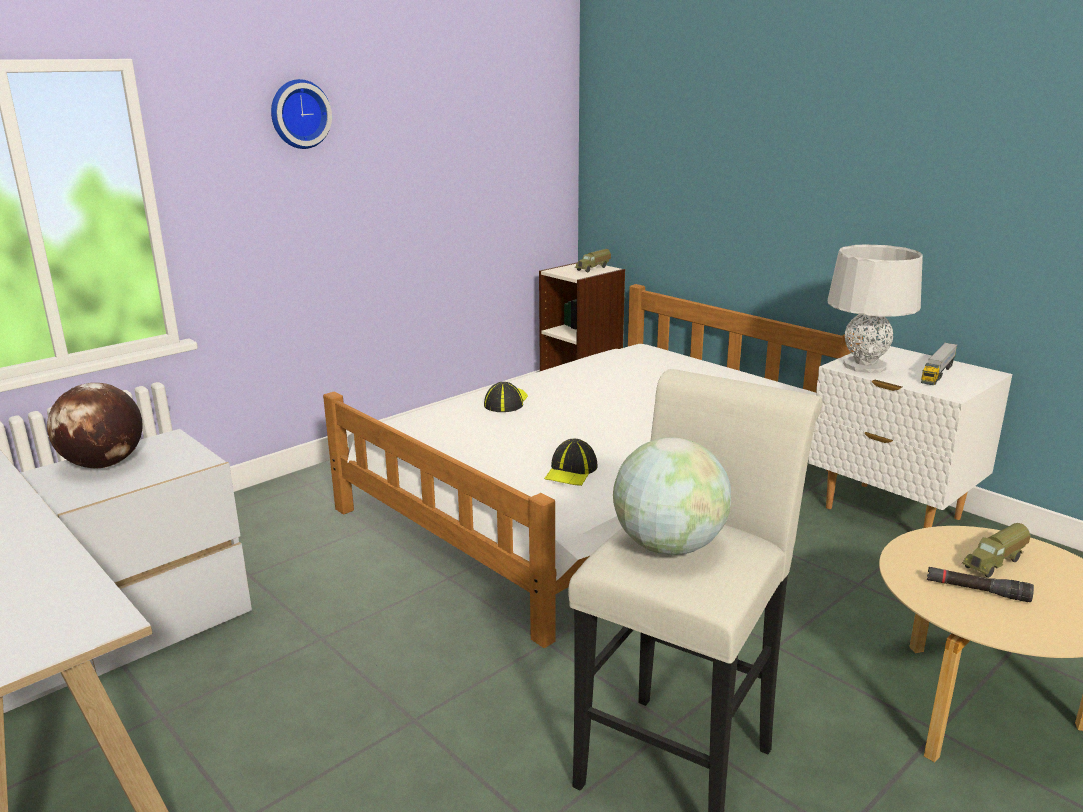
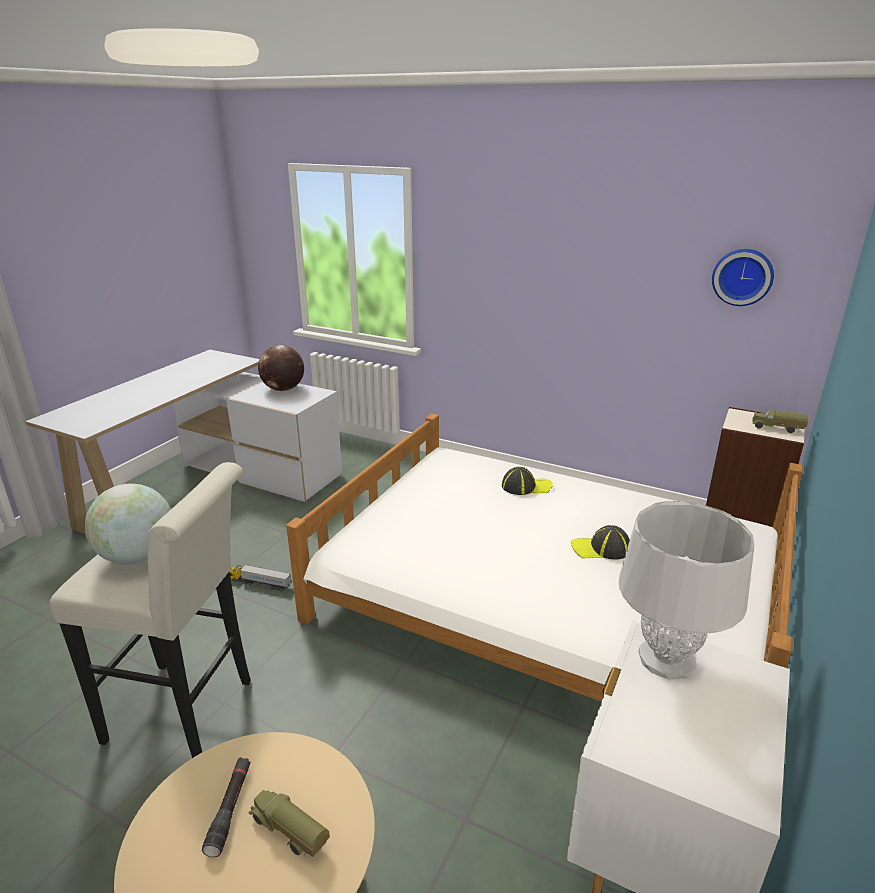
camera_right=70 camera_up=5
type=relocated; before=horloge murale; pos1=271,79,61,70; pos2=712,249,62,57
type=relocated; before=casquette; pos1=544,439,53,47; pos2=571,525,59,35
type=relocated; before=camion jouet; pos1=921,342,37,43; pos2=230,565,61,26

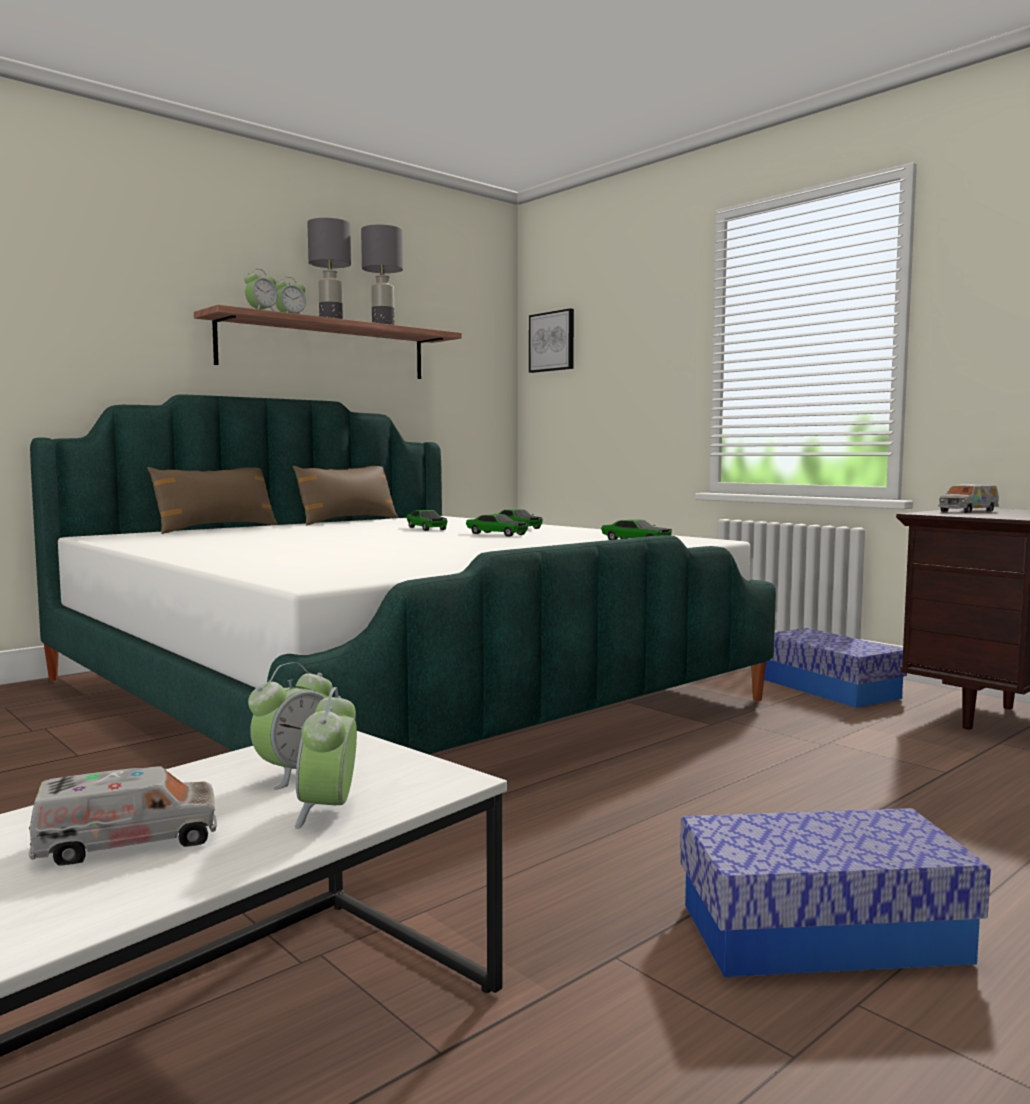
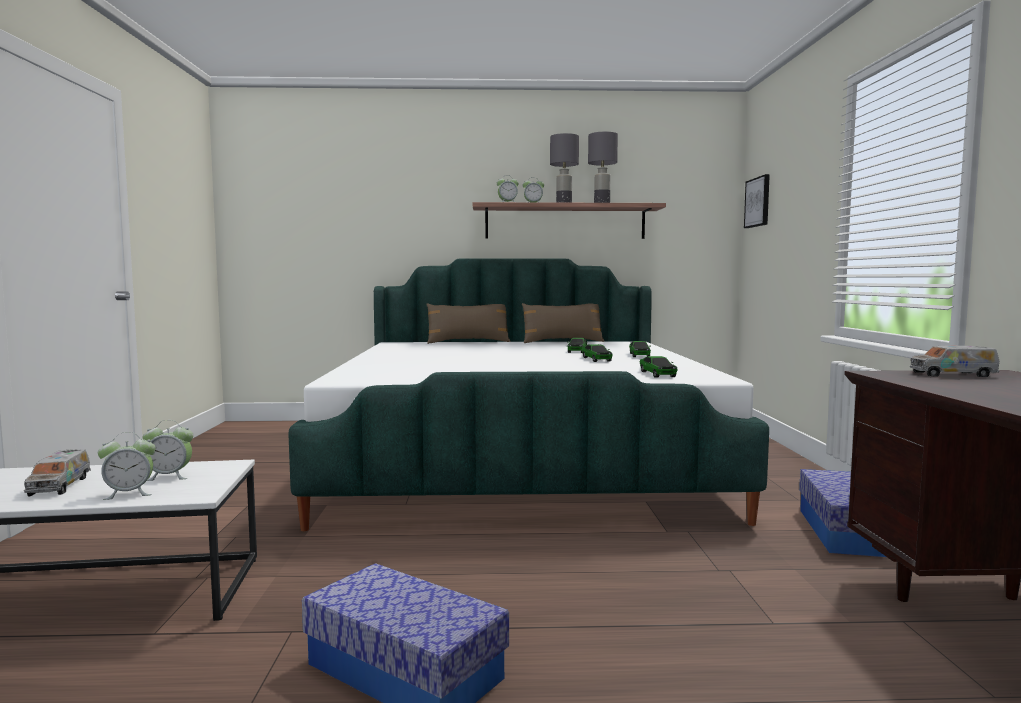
camera_right=40 camera_up=0
type=spun; before=camion jouet; pos1=29,766,188,99; pos2=24,449,67,48; turn=60
type=spun; before=réveil; pos1=295,687,62,142; pos2=98,432,58,68; turn=-150

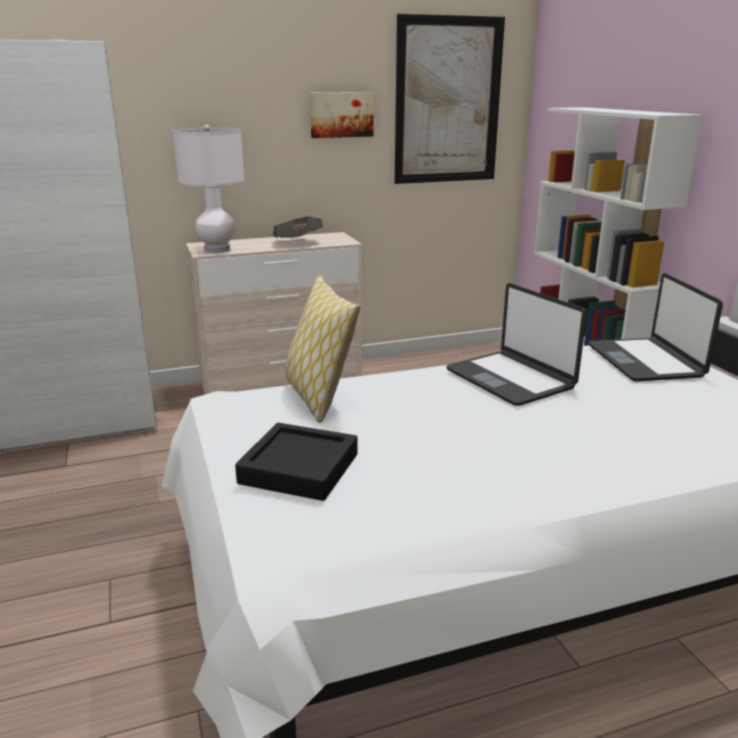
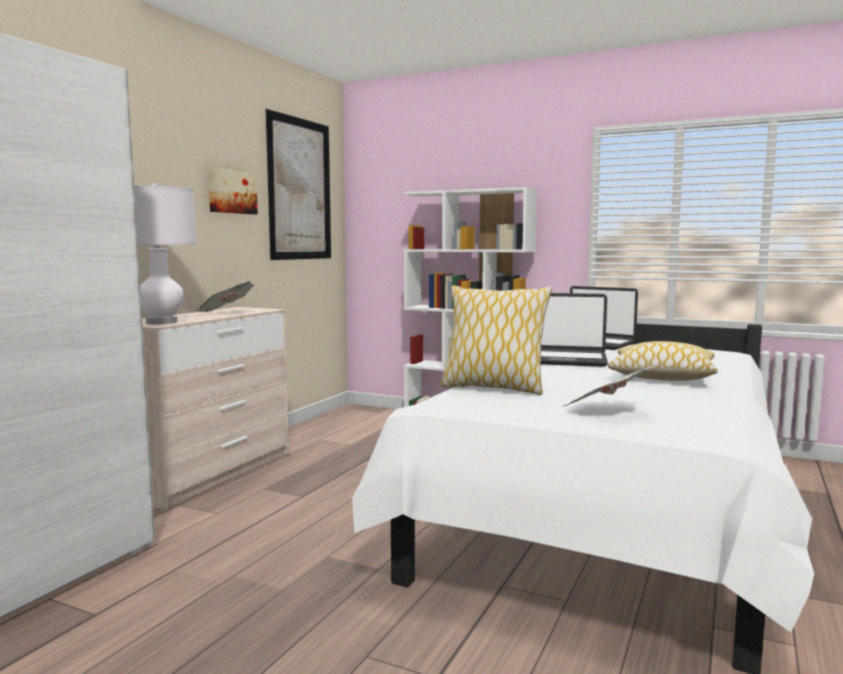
camera_right=-45 camera_up=-15
type=appeared; after=coussin; pos2=608,341,110,40
type=exchanged; before=plateau [noir]; after=journal; pos1=235,423,123,78; pos2=562,364,94,43

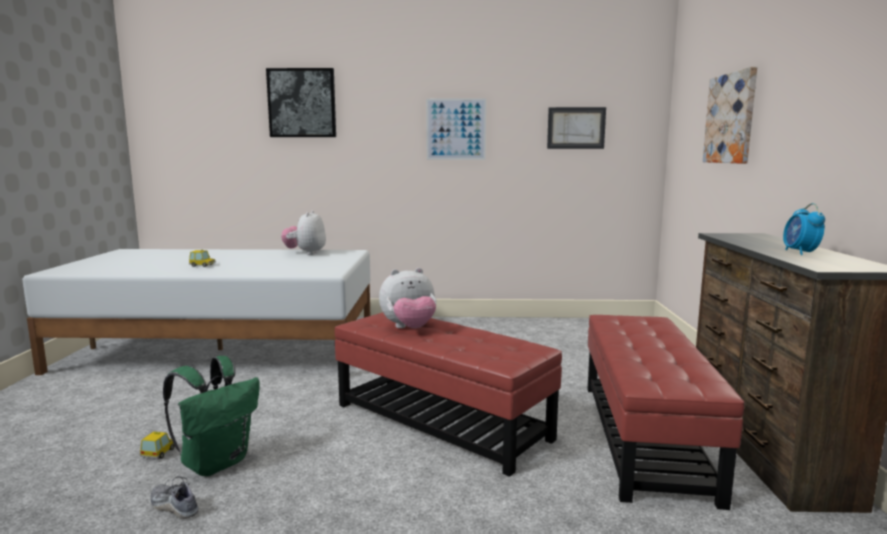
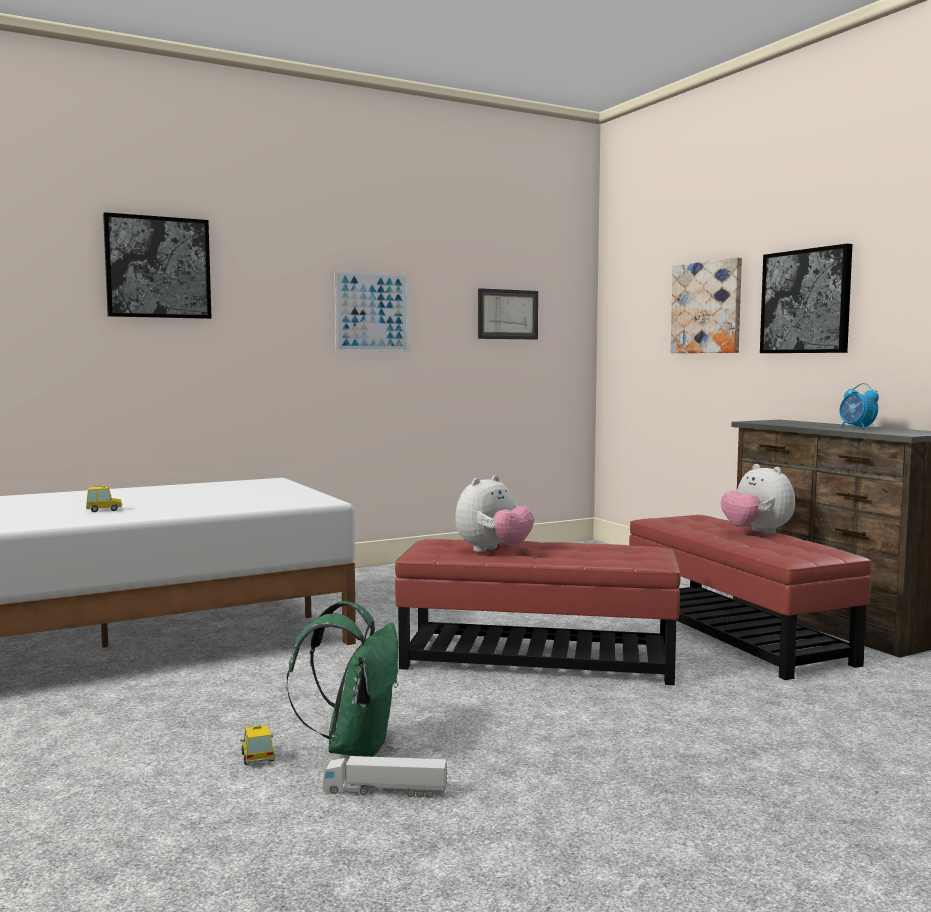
camera_right=-30 camera_up=-5
type=appeared; after=tableau; pos2=760,244,92,109
type=relocated; before=peluche; pos1=281,210,45,45; pos2=721,464,74,70
type=exchanged; before=chaussure; after=camion jouet; pos1=151,476,48,43; pos2=323,756,125,42

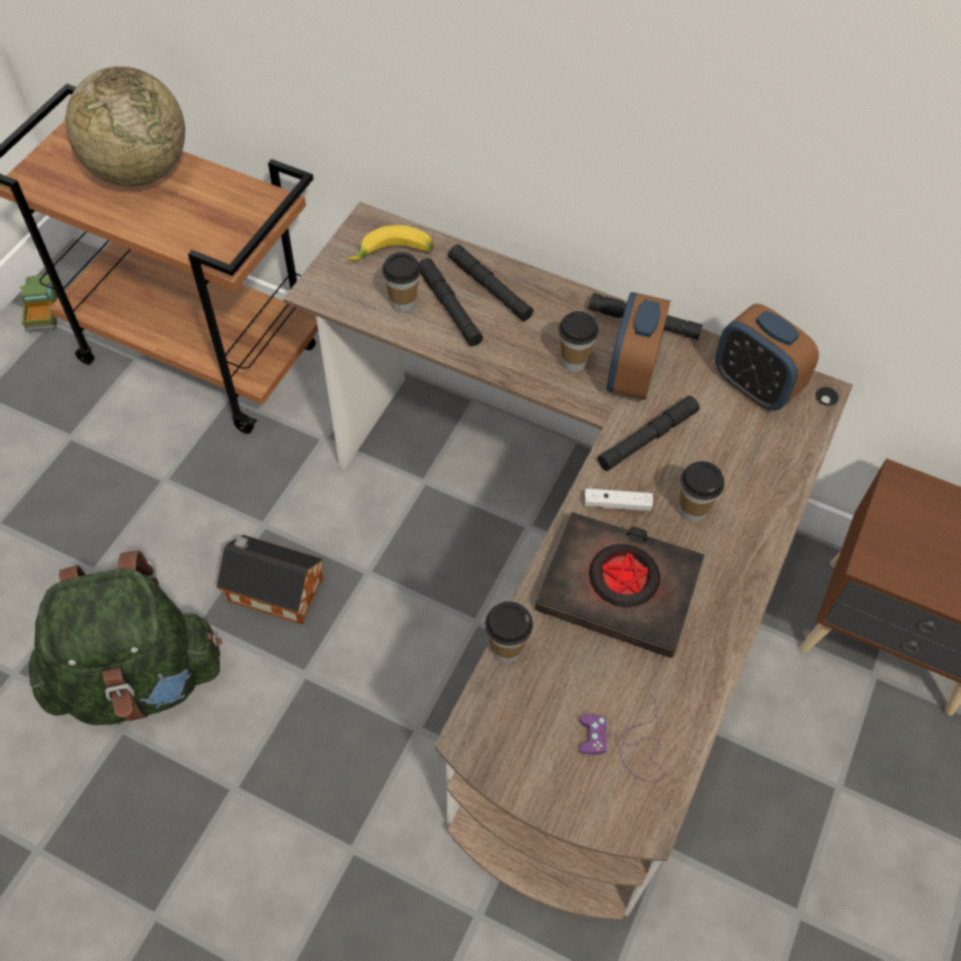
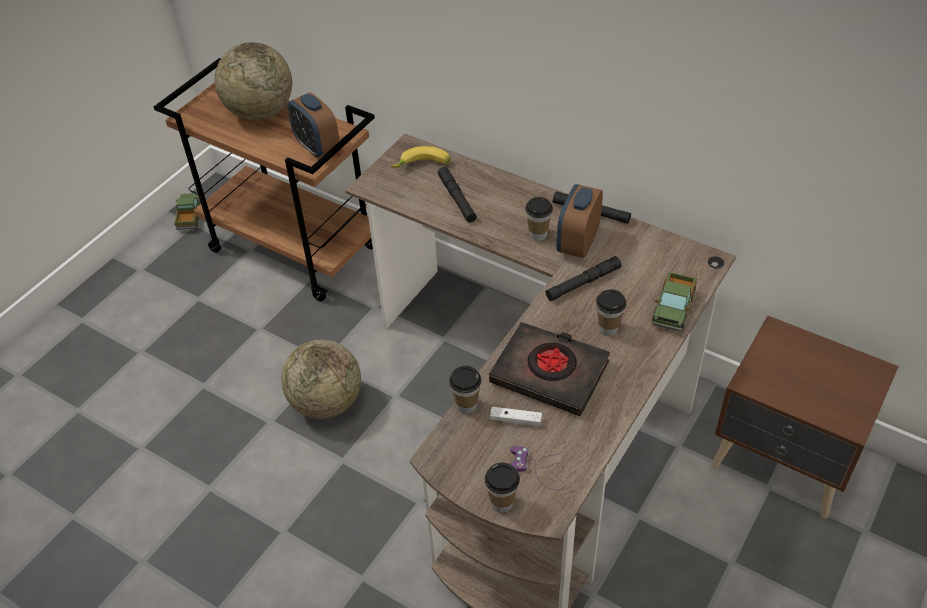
camera_right=10 camera_up=-10
type=missing; before=sac à dos [vert]; pos1=28,550,194,175
type=missing; before=lampe de poche [noir]; pos1=448,244,86,77
type=appeared; after=camion jouet; pos2=652,272,45,60
type=relocated; before=tasse; pos1=382,252,39,61; pos2=485,463,35,50
type=relocated; before=manette [blanc]; pos1=584,488,69,23; pos2=490,407,52,19
type=relocated; before=réveil; pos1=715,304,104,107; pos2=287,92,53,66
type=exchanged; before=maison miniature; after=globe; pos1=216,535,107,90; pos2=281,340,80,79

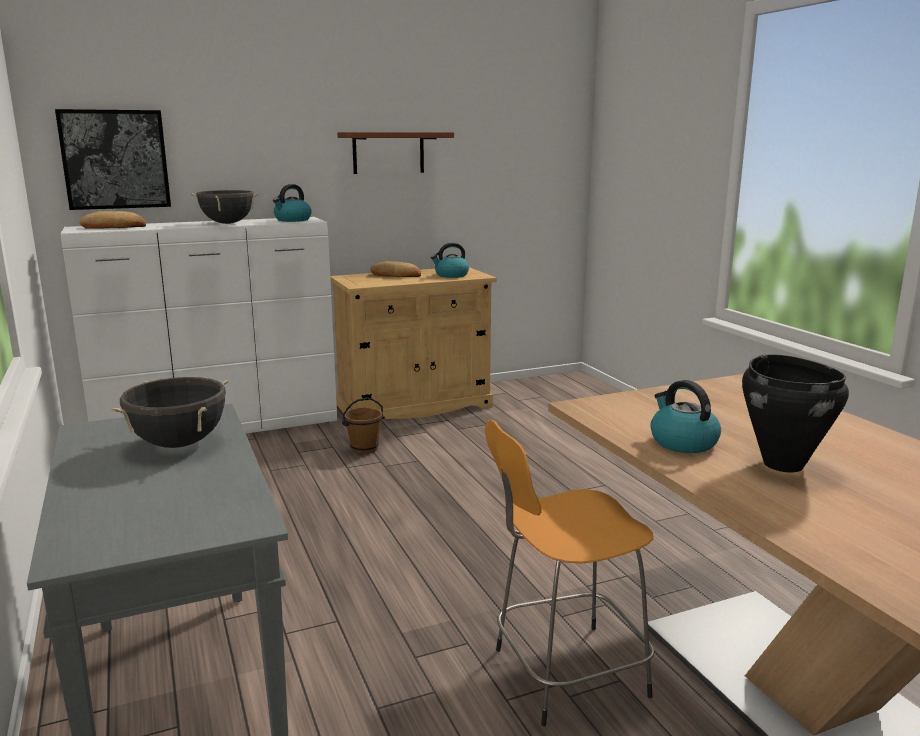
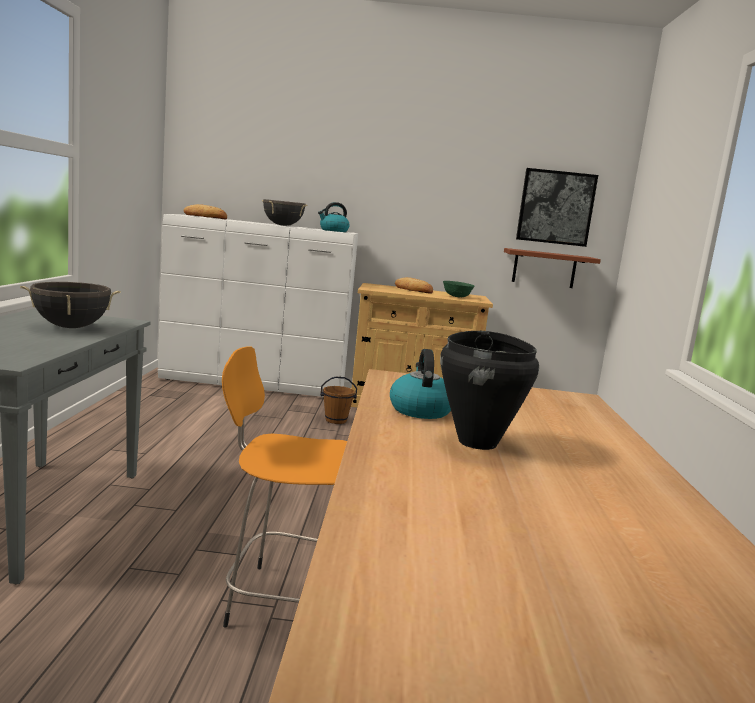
camera_right=25 camera_up=-5
type=relocated; before=tableau; pos1=55,109,116,101; pos2=516,168,82,79
type=relocated; before=étagère [marron]; pos1=337,132,117,42; pos2=504,248,97,40
type=exchanged; before=bouilloire; after=bol [vert]; pos1=431,243,38,35; pos2=443,281,32,16

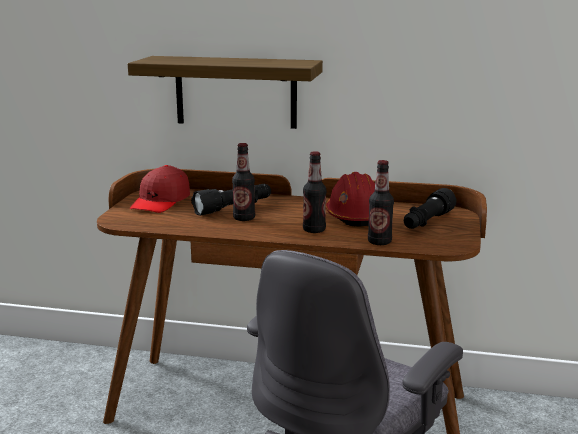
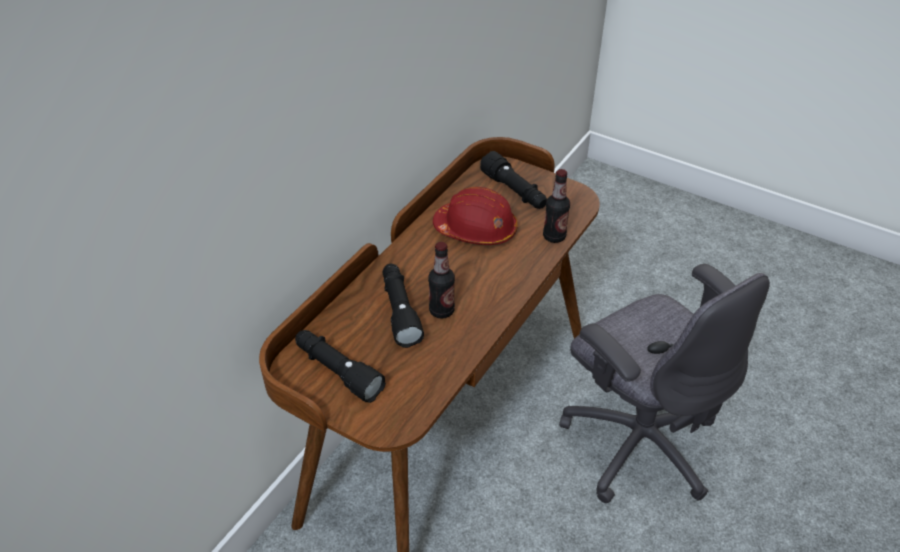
camera_right=-70 camera_up=25
type=missing; before=étagère; pos1=128,56,195,73
type=missing; before=bouteille; pos1=303,151,24,82
type=exchanged; before=casquette [rouge]; after=lampe de poche [noir]; pos1=130,165,60,48; pos2=295,330,91,73

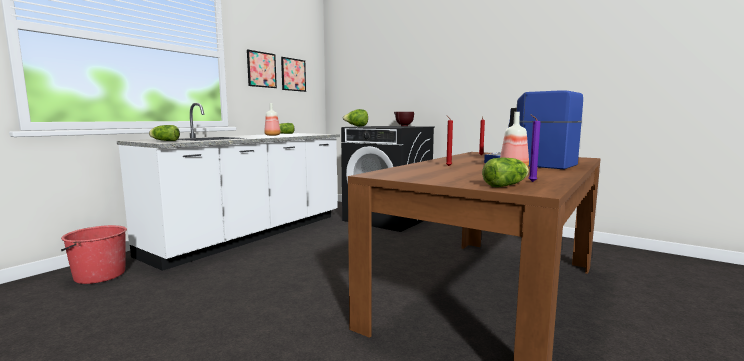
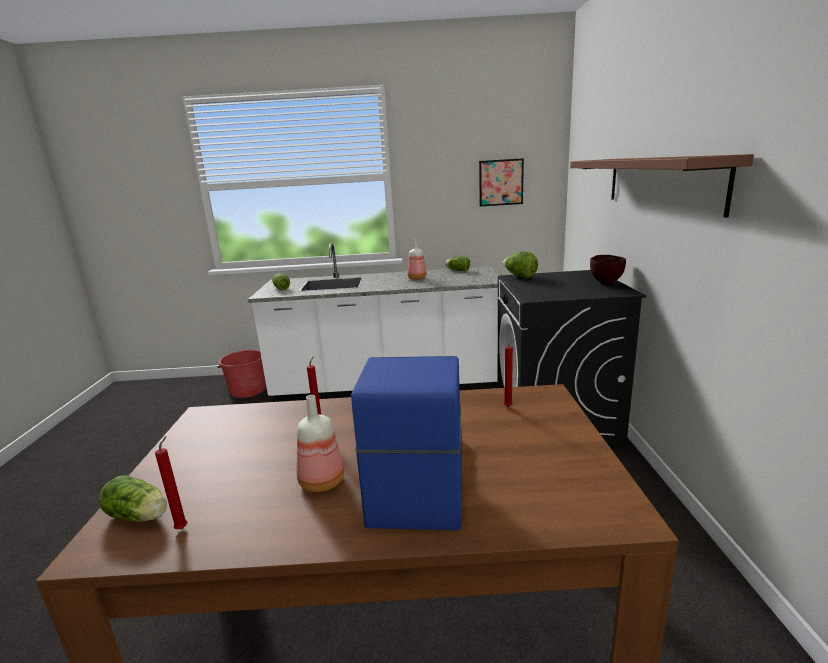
camera_right=55 camera_up=10
type=missing; before=tableau; pos1=247,50,30,38
type=appeared; after=étagère [marron]; pos2=570,154,184,64
type=colour; before=bougie [violet]; after=bougie [rouge]; pos1=529,114,12,68; pos2=155,436,32,93

